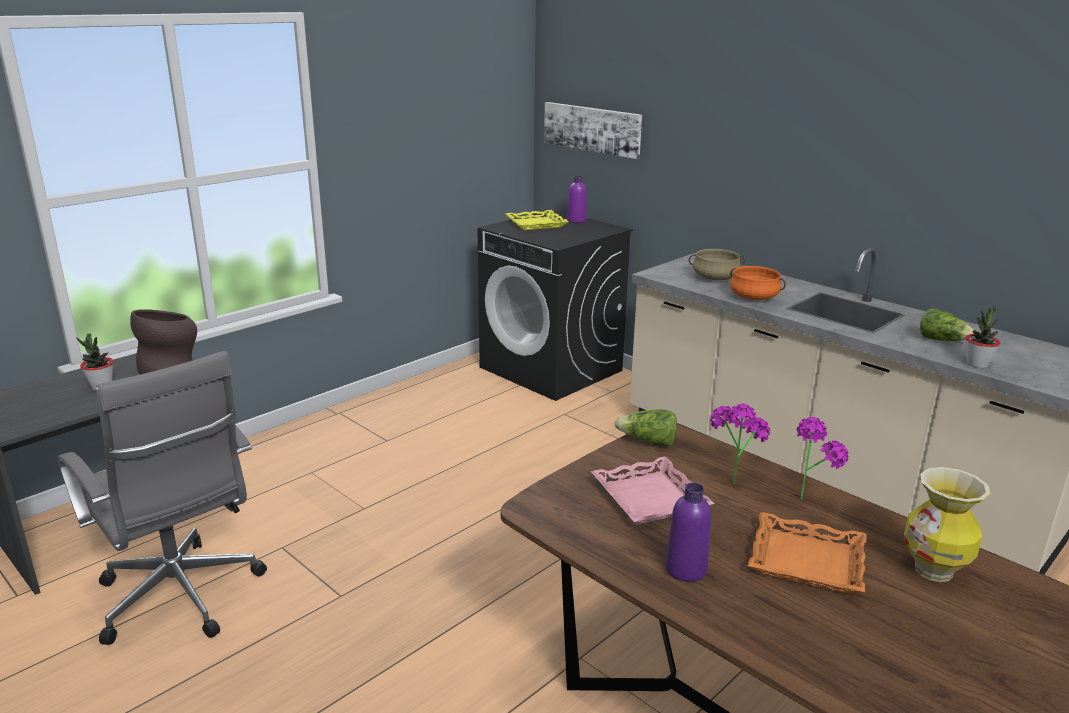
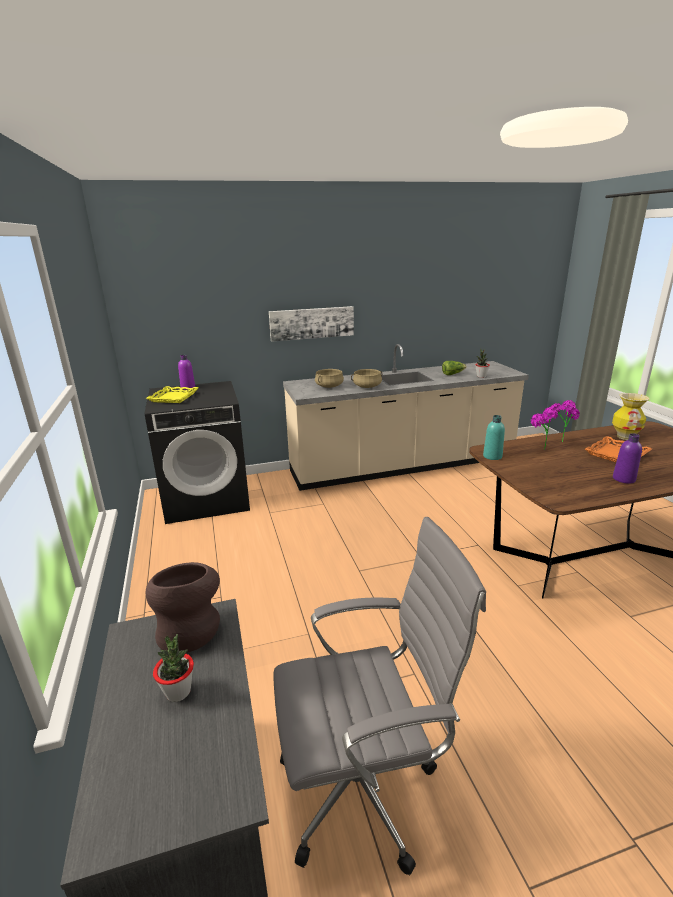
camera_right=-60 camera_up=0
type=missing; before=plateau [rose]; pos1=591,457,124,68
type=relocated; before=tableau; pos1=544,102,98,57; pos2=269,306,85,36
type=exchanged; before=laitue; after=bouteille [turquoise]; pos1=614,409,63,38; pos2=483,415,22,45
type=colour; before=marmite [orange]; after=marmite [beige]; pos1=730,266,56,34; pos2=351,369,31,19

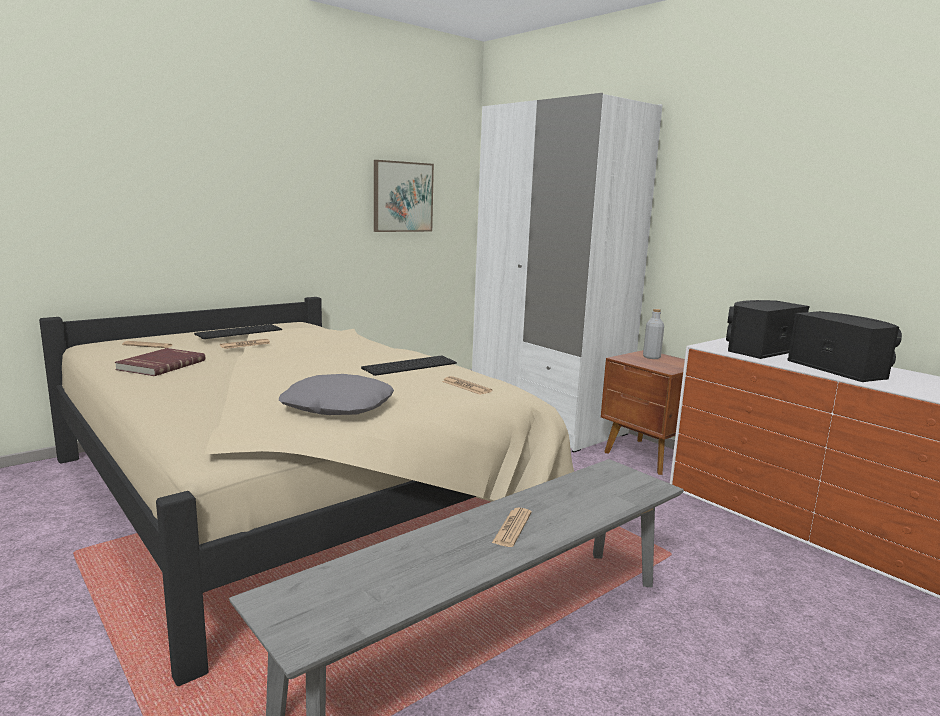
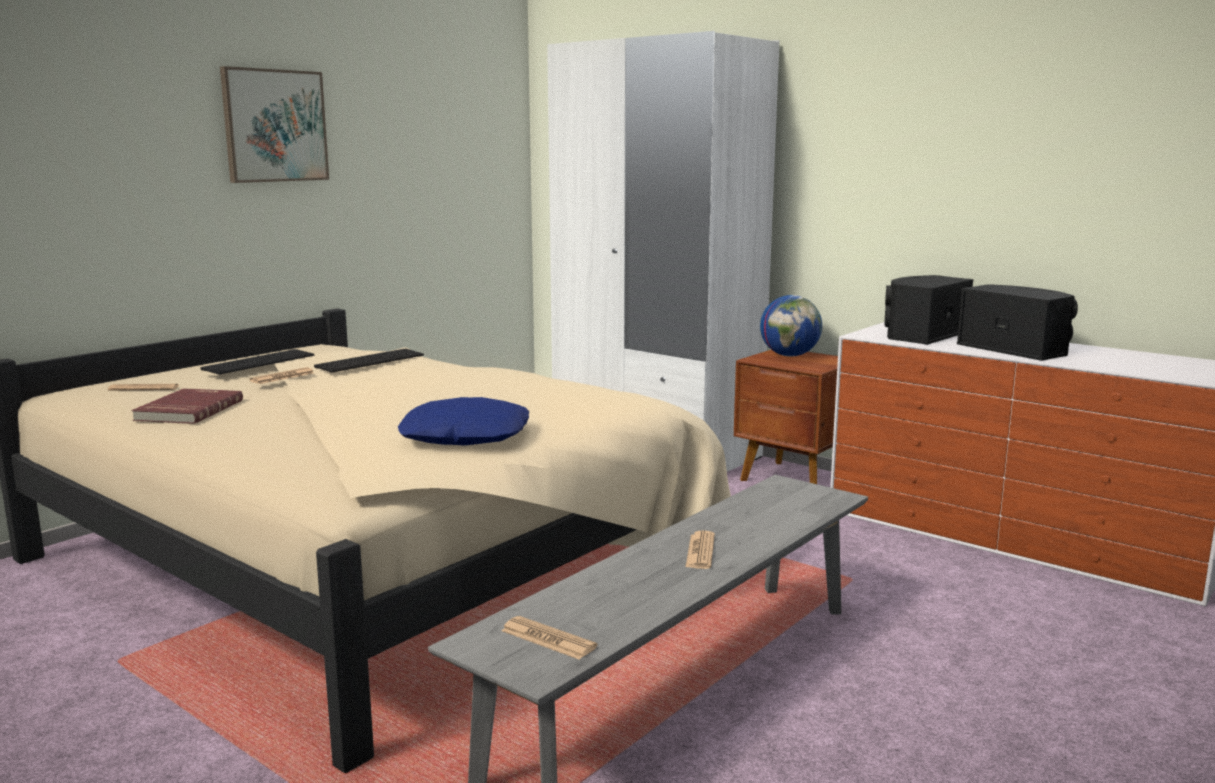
camera_right=-10 camera_up=0
type=relocated; before=clavier; pos1=361,355,96,21; pos2=314,349,110,24
type=relocated; before=tableau; pos1=374,160,60,72; pos2=220,66,109,117
type=relocated; before=journal; pos1=442,376,50,19; pos2=501,616,96,43
type=exchanged; before=bouteille [gris]; after=globe; pos1=643,309,21,50; pos2=760,295,62,61
type=colour; before=coussin [gris]; after=coussin [bleu]; pos1=279,374,115,41; pos2=398,397,131,49

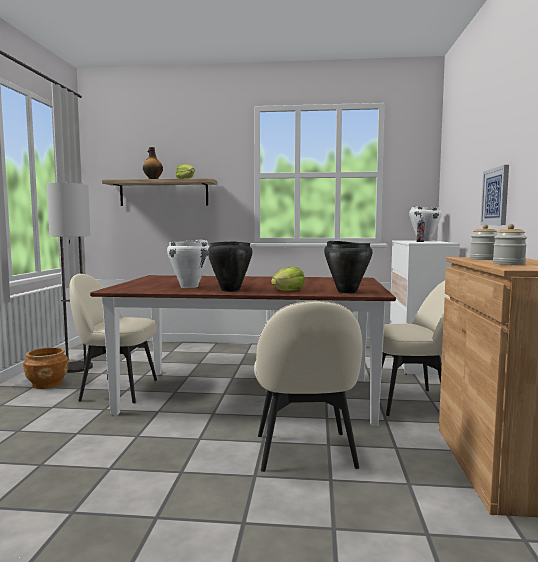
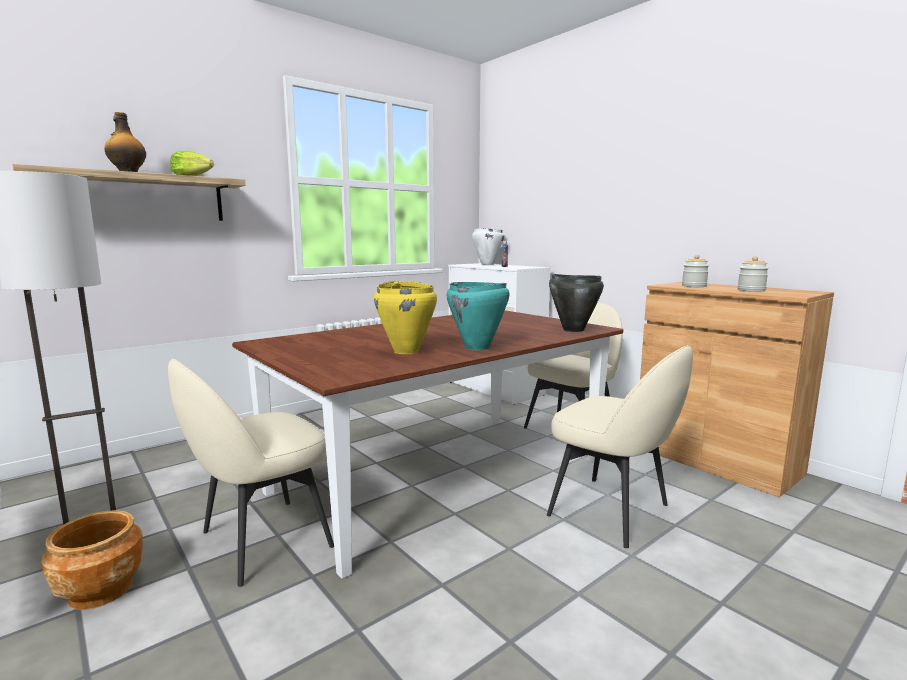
camera_right=-45 camera_up=5
type=missing; before=laitue; pos1=271,267,34,24
type=missing; before=tableau; pos1=480,165,29,60
type=colour; before=marmite [blanc]; after=marmite [jaune]; pos1=167,240,42,48; pos2=374,281,63,73
type=colour; before=marmite [noir]; after=marmite [turquoise]; pos1=208,241,45,51; pos2=446,282,64,69

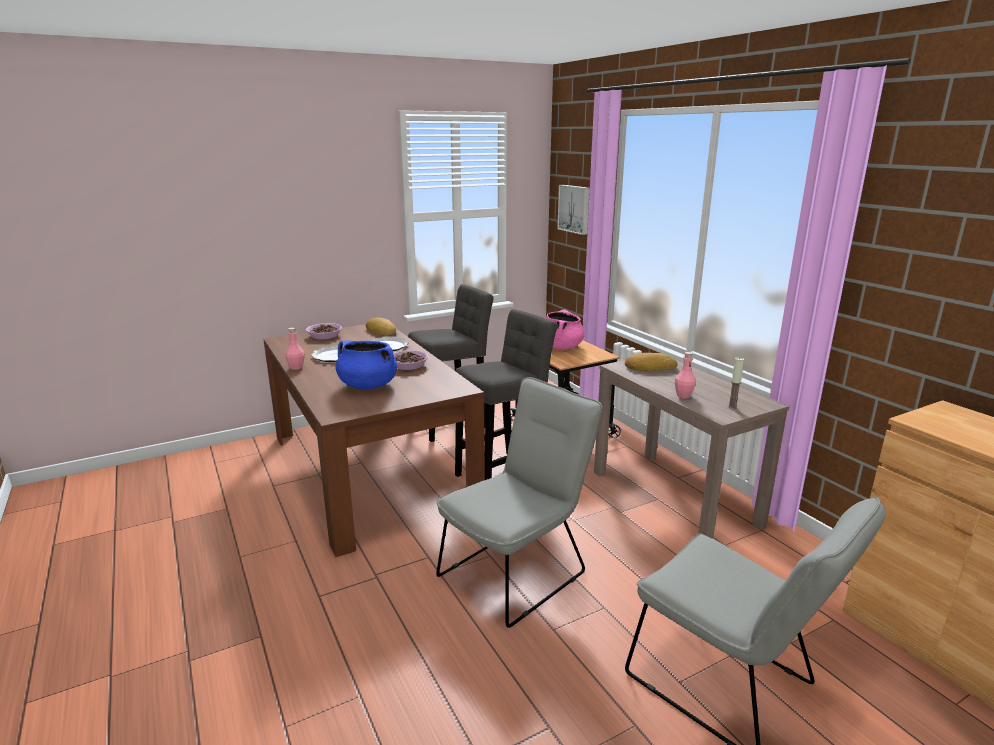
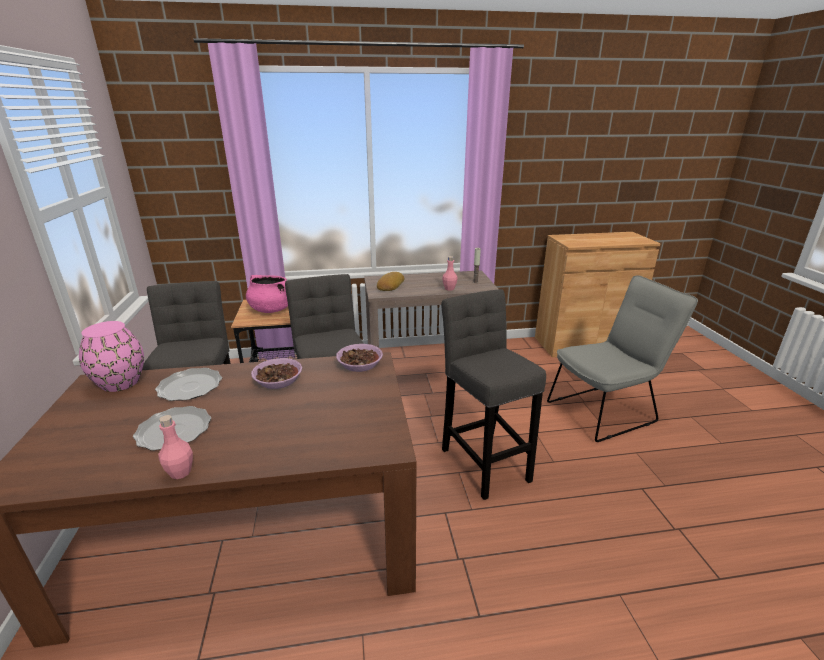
camera_right=-70 camera_up=5
type=missing; before=marmite [bleu]; pos1=335,340,62,50
type=missing; before=tableau; pos1=557,185,33,50
type=relocated; before=bol; pos1=306,323,36,17; pos2=336,344,47,28
type=exchanged; before=pain; after=vase [rose]; pos1=366,317,30,19; pos2=79,321,65,71
type=exchanged; before=chaise [gris]; after=tabouret [gris]; pos1=436,377,166,251; pos2=441,289,105,211

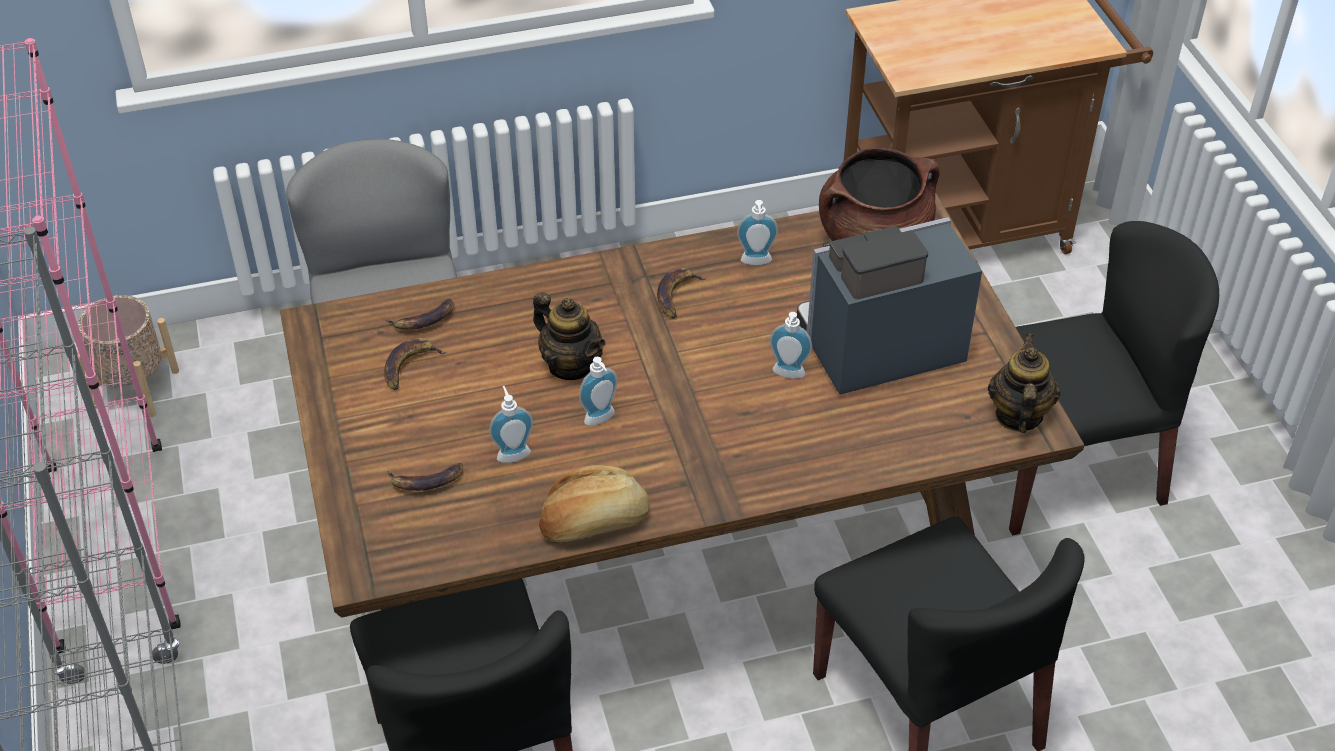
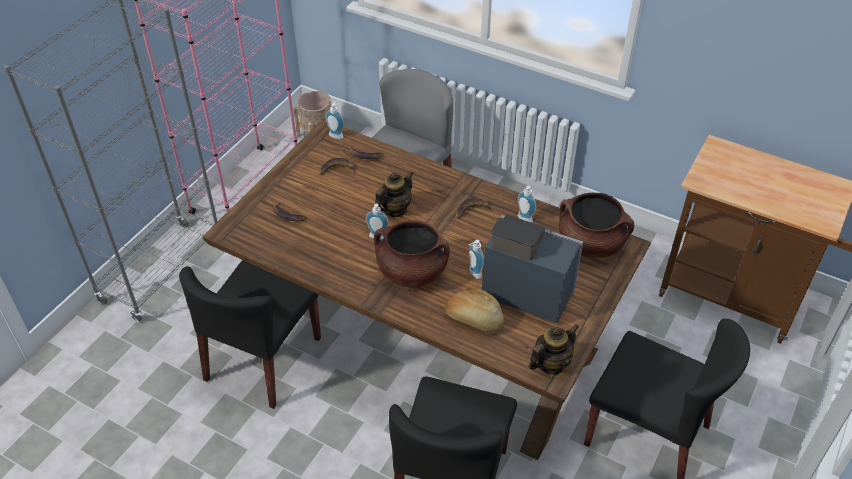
camera_right=45 camera_up=0
type=appeared; after=marmite [marron]; pos2=374,220,76,68
type=relocated; before=distributeur de savon; pos1=489,386,44,77; pos2=325,100,19,39
type=relocated; before=pain; pos1=539,465,111,77; pos2=445,288,59,45
type=spun; before=théière; pos1=533,292,73,88; pos2=375,171,38,46; turn=-135

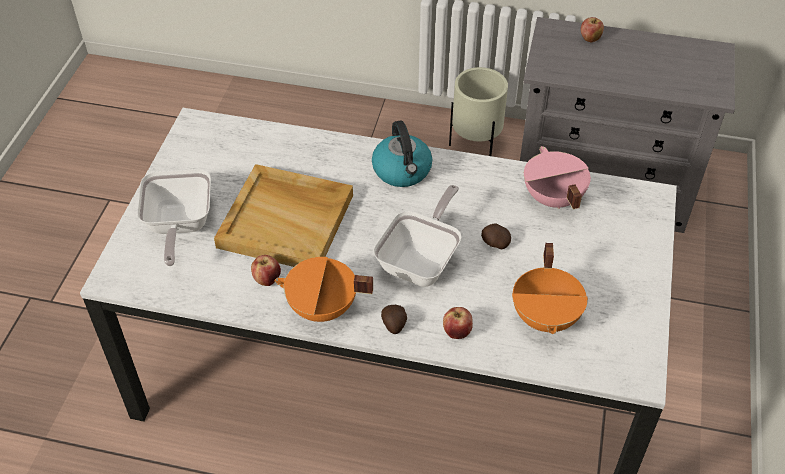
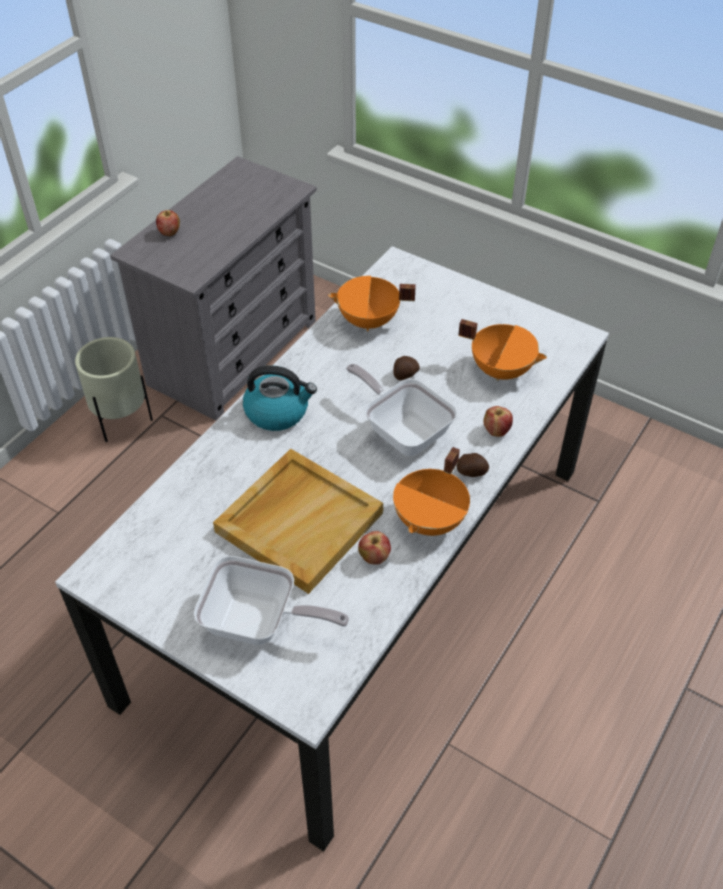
camera_right=-70 camera_up=0
type=colour; before=marmite [rose]; after=marmite [orange]; pos1=524,146,67,64; pos2=328,276,88,55

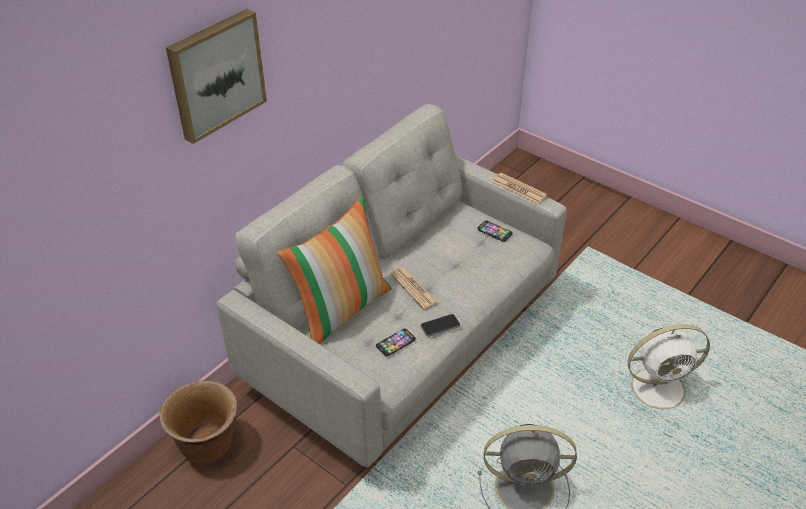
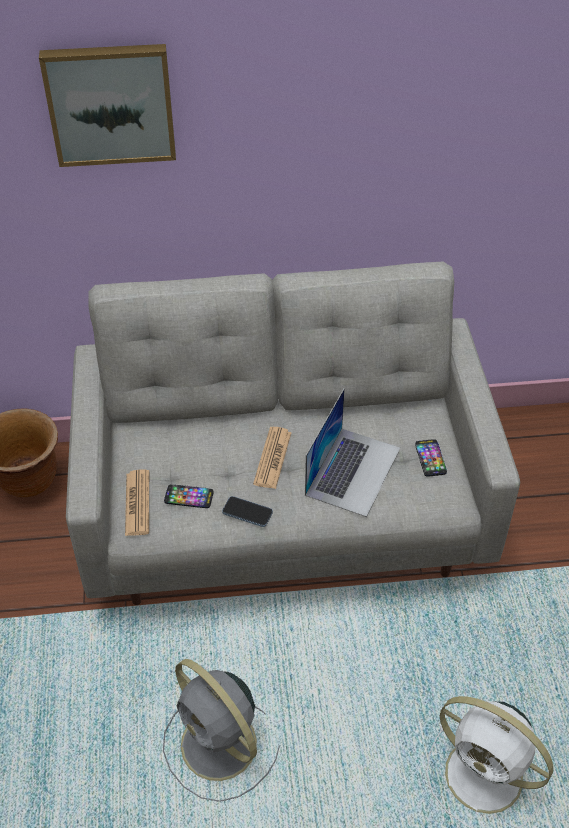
camera_right=45 camera_up=5
type=missing; before=coussin; pos1=278,196,114,148
type=appeared; after=ordinateur portable; pos2=305,388,95,129
type=relocated; before=journal; pos1=492,173,55,31; pos2=125,470,24,66

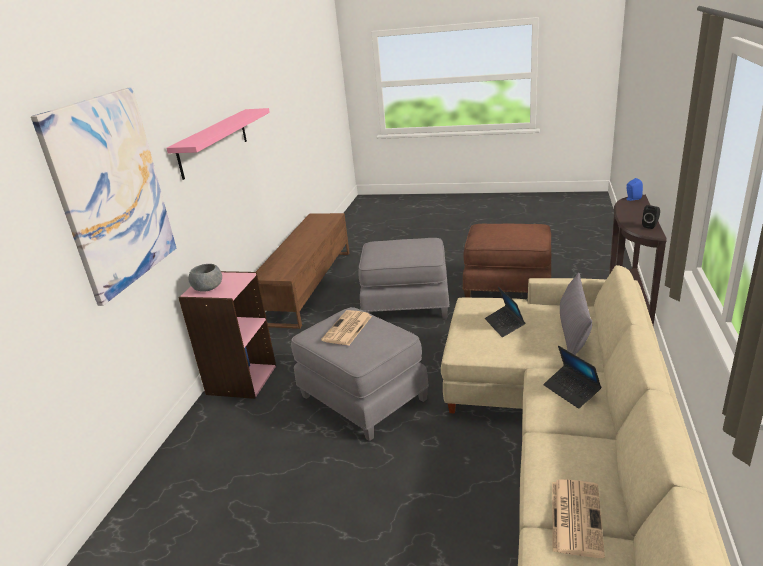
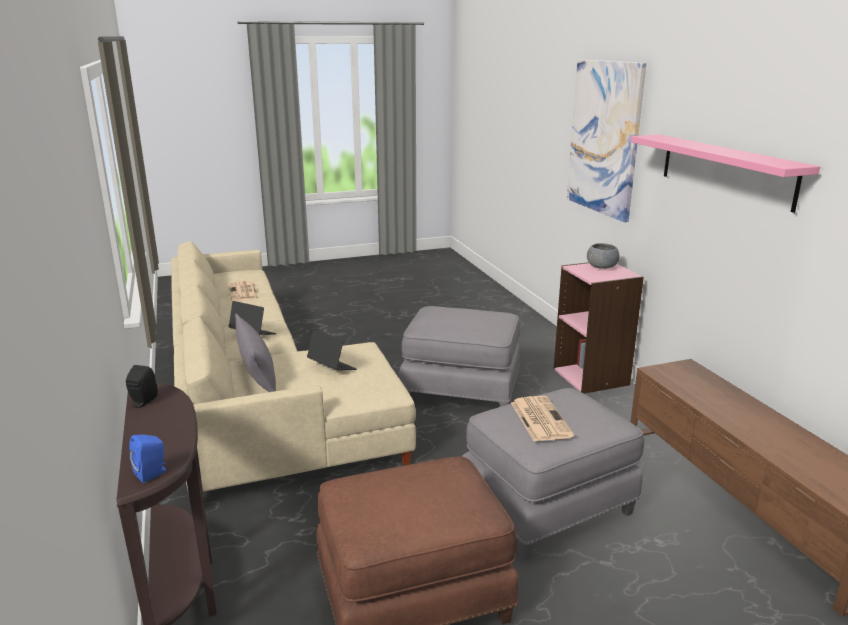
camera_right=145 camera_up=-5
type=relocated; before=journal; pos1=321,310,51,35; pos2=511,396,63,46

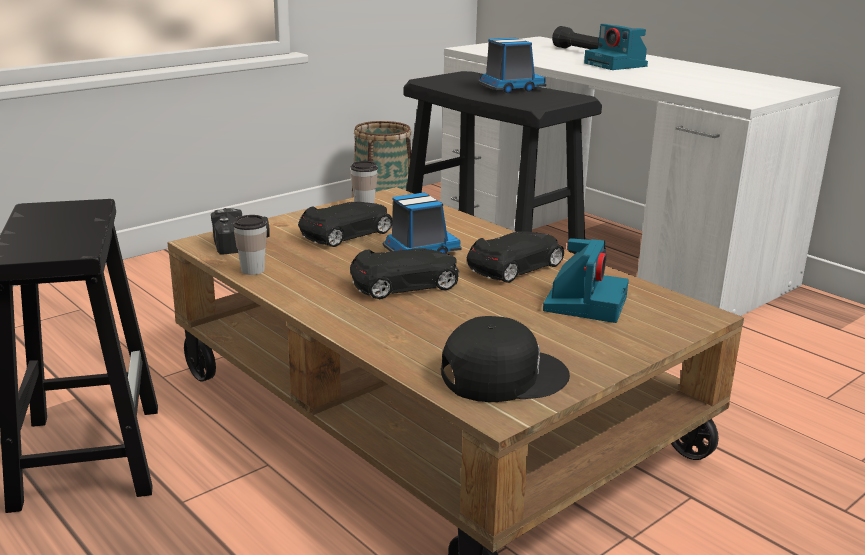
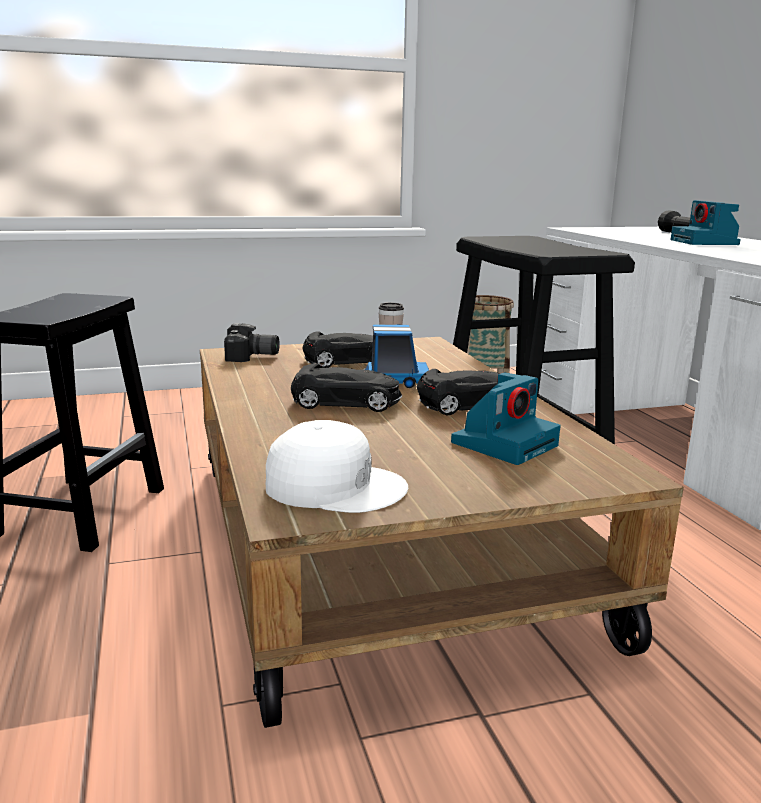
camera_right=25 camera_up=-5
type=missing; before=tasse; pos1=233,215,34,60
type=missing; before=camion jouet; pos1=478,38,68,55
type=colour; before=casquette [noir]; after=casquette [blanc]; pos1=441,316,129,86; pos2=266,420,142,93

